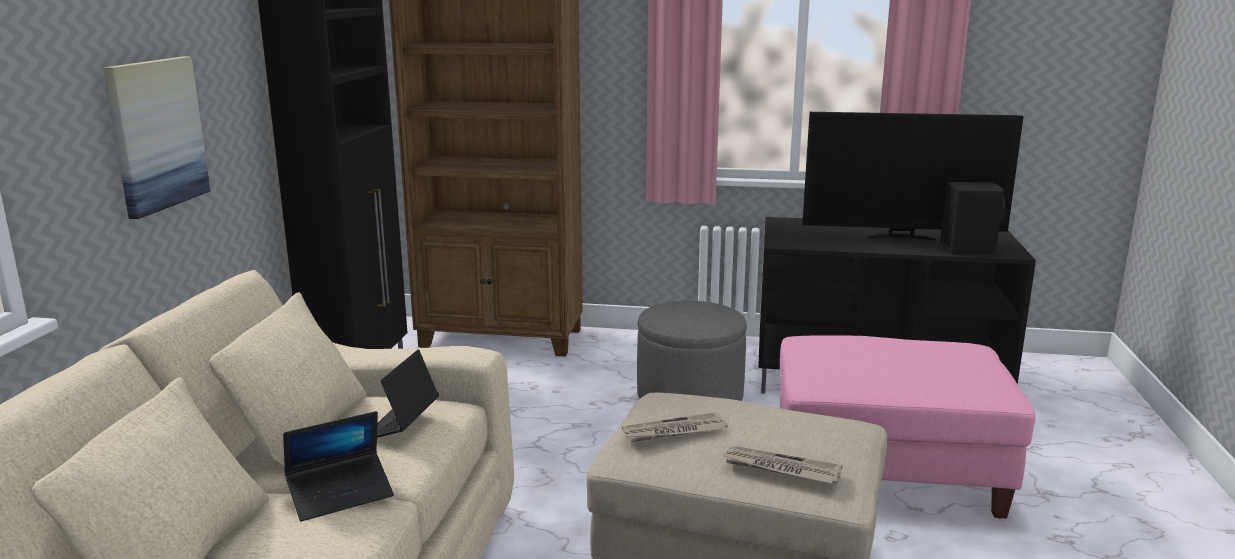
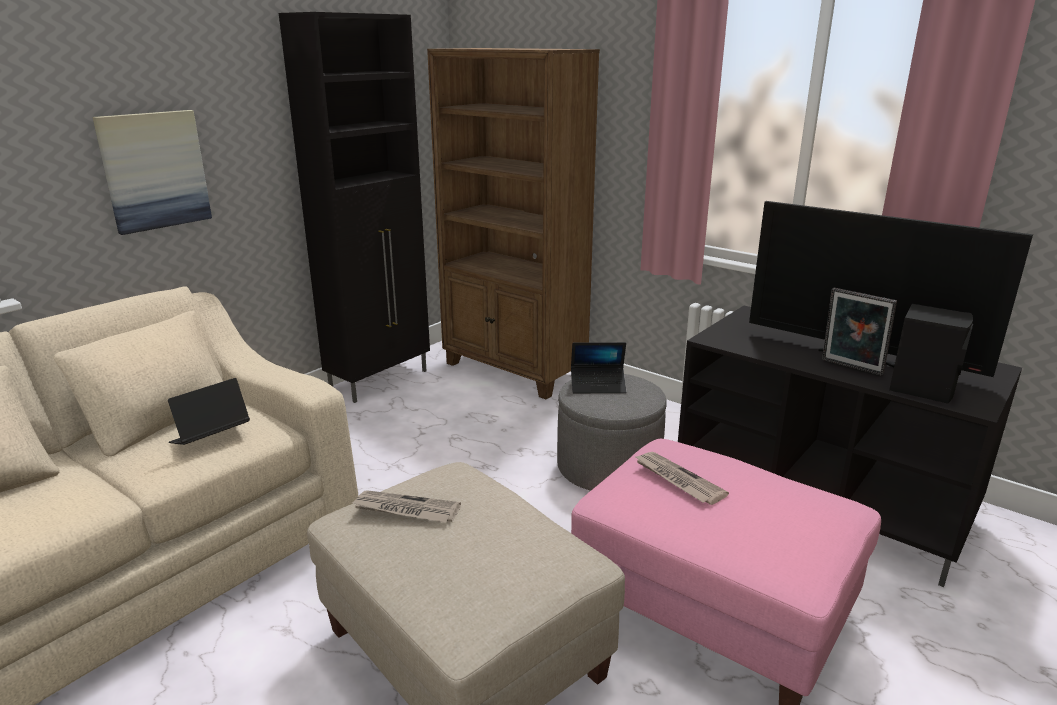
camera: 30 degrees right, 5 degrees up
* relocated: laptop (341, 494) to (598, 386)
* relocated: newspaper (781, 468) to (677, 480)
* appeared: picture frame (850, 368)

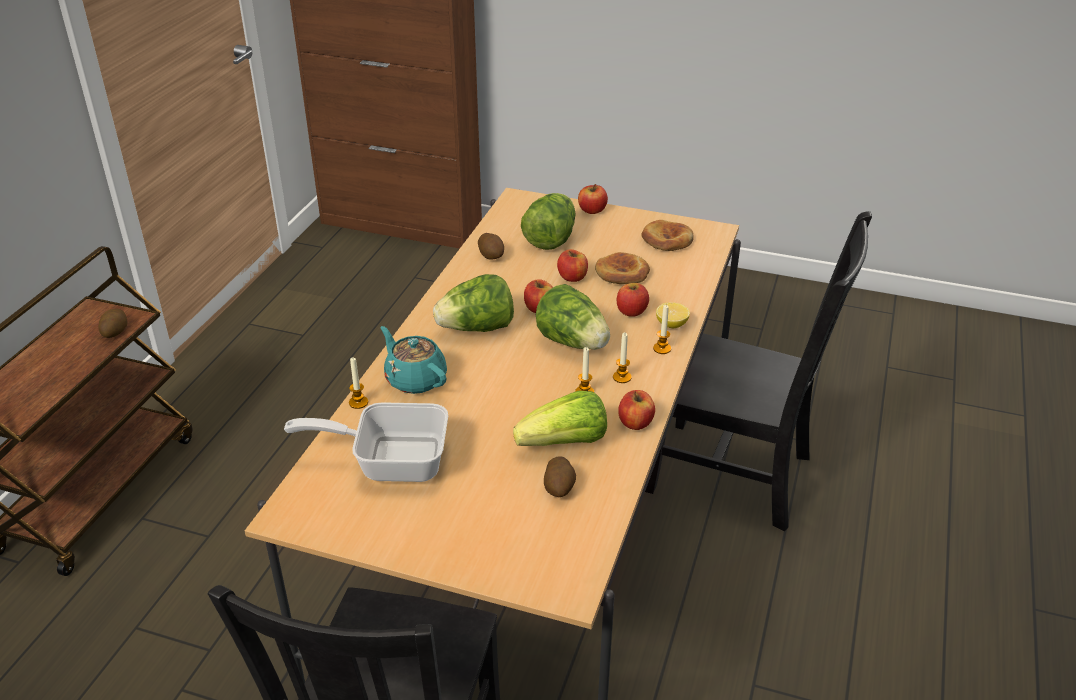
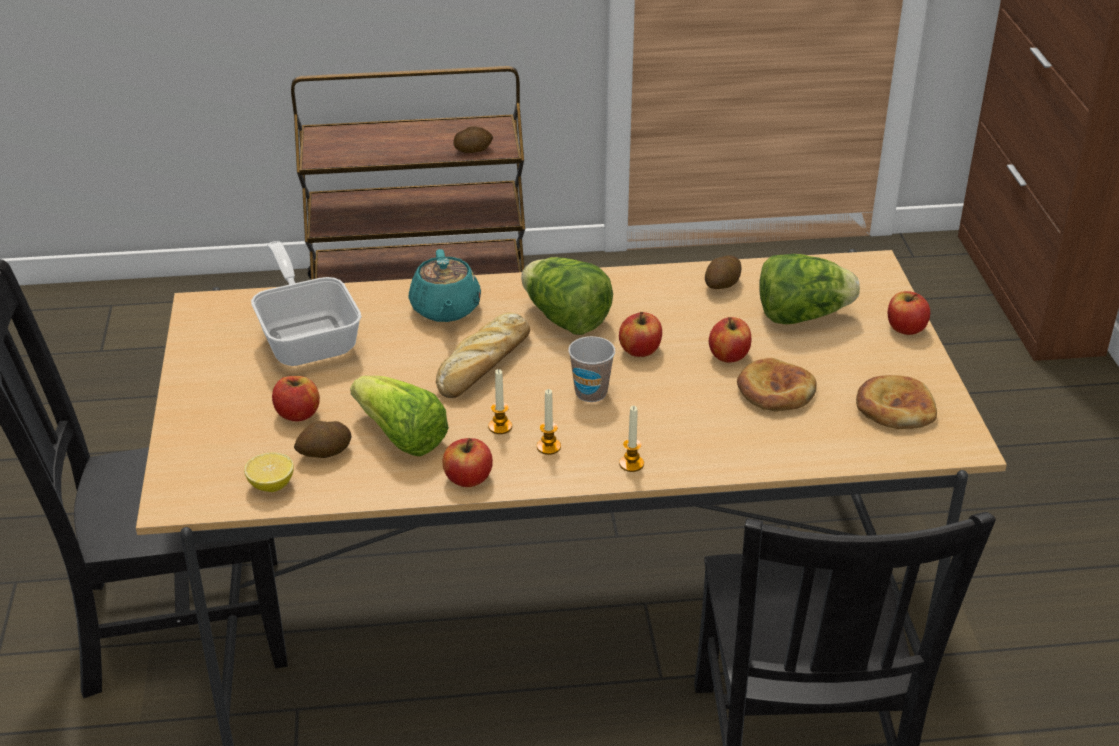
camera: 65 degrees right, 0 degrees up
* relocated: apple (631, 311) to (298, 414)
* exchanged: lettuce (573, 342) to cup (591, 393)
* relocated: lemon (671, 325) to (271, 485)
* spun: turquoise teapot (415, 379) = (445, 309) 150 degrees clockwise
* missing: candle (358, 402)
* appeared: bread (483, 365)

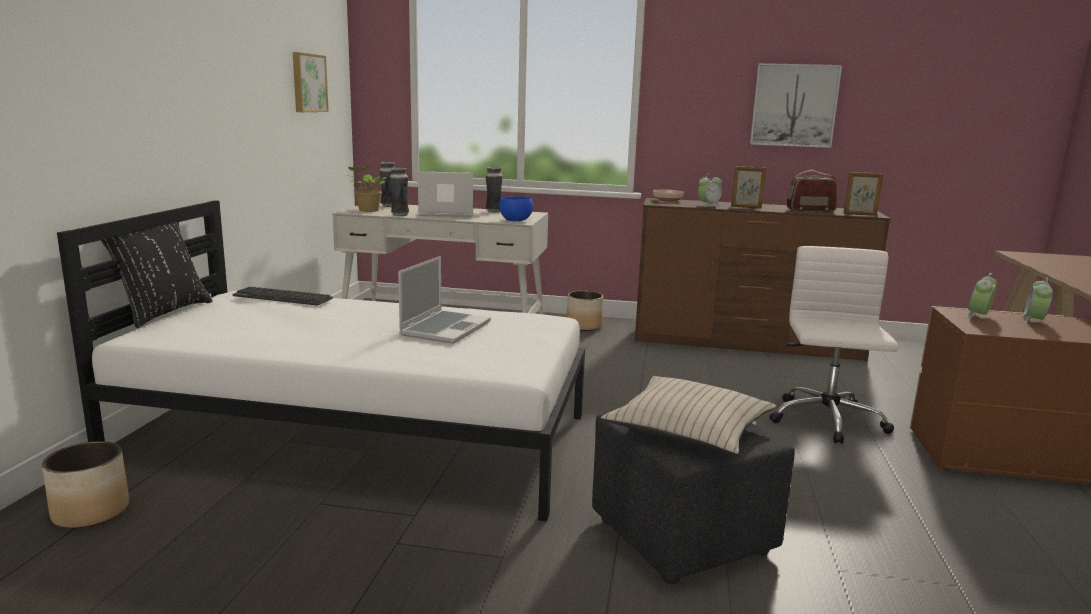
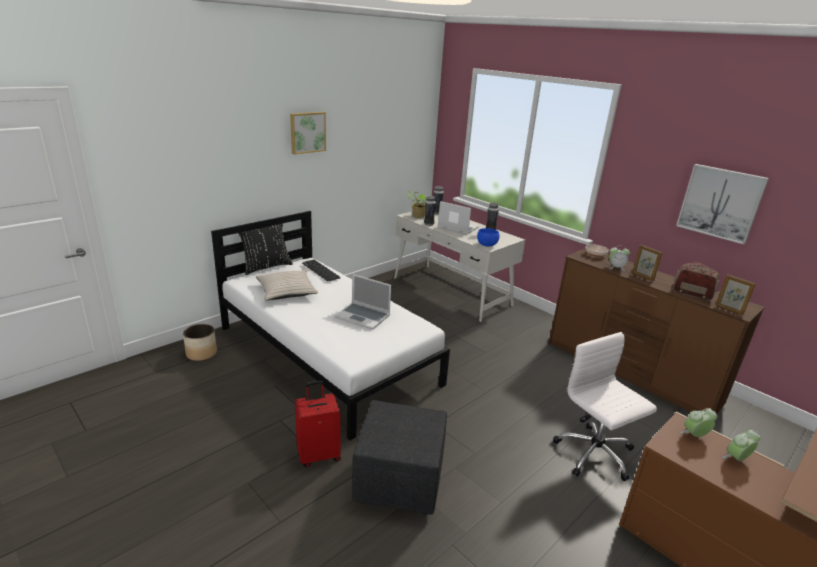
camera: 35 degrees right, 10 degrees up
* relocated: picture (308, 83) to (307, 132)
* spun: white office chair (827, 421) = (595, 455) 75 degrees counterclockwise
* spun: laptop (445, 328) = (363, 317) 60 degrees clockwise
* missing: planter (584, 326)
* relocated: beige pillow (688, 430) to (286, 291)
* appeared: red suitcase (319, 455)

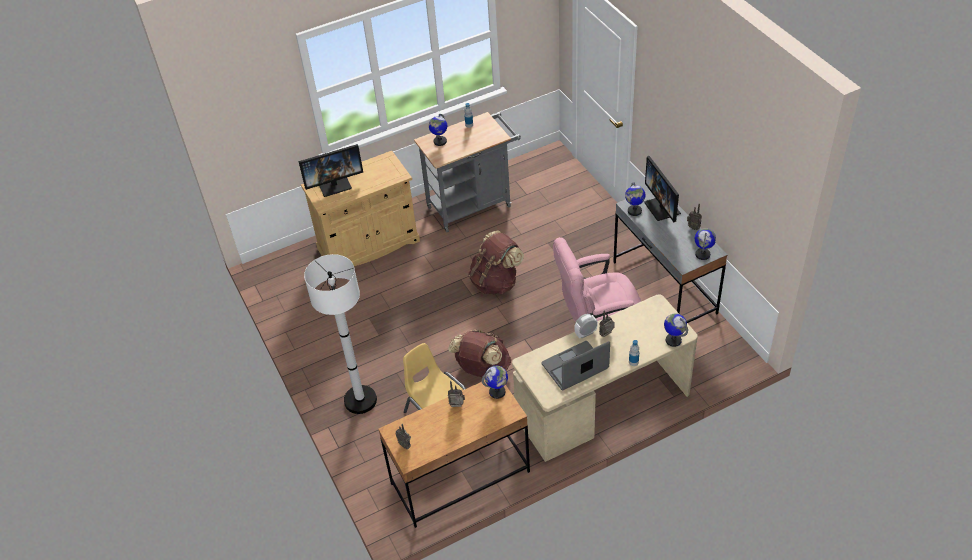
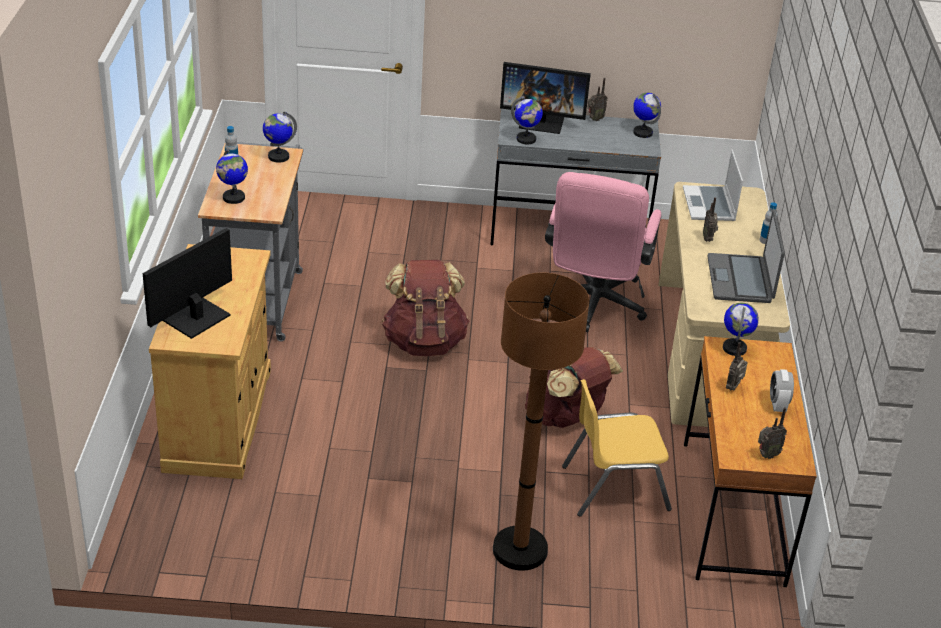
camera: 65 degrees left, 10 degrees down
* spun: monitor (335, 185) = (195, 318) 150 degrees counterclockwise
* colour: white floor lamp (360, 400) to brown floor lamp (520, 550)
* relocated: globe (673, 340) to (278, 156)
* relocated: alarm clock (585, 333) to (777, 404)
* appeared: laptop (710, 205)

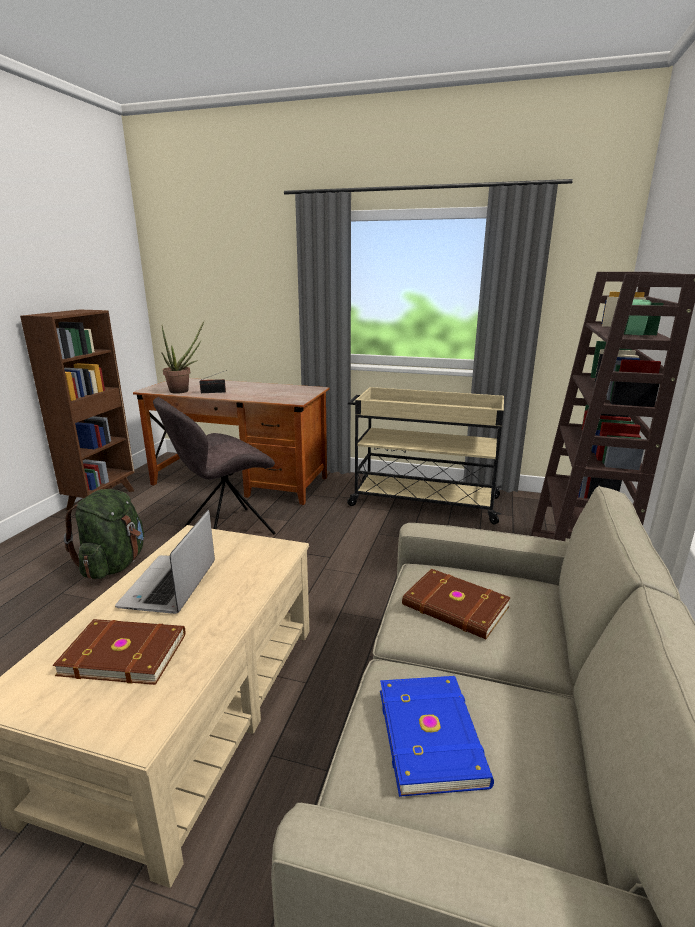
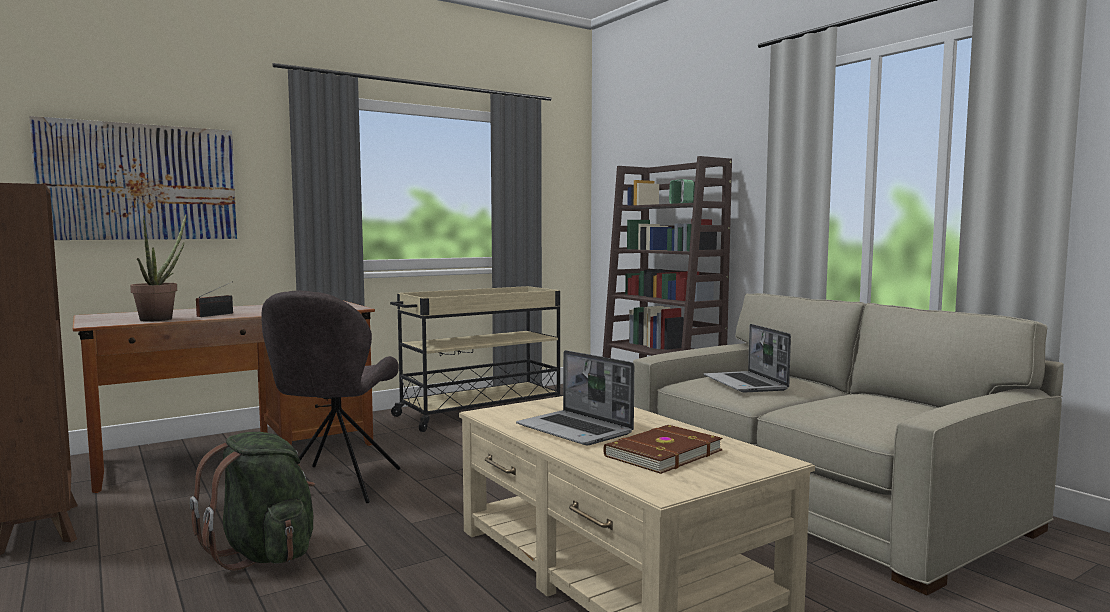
camera: 50 degrees left, 15 degrees down
* exchanged: brown book (455, 607) to laptop (746, 384)
* missing: blue book (432, 734)
* appeared: picture (140, 182)

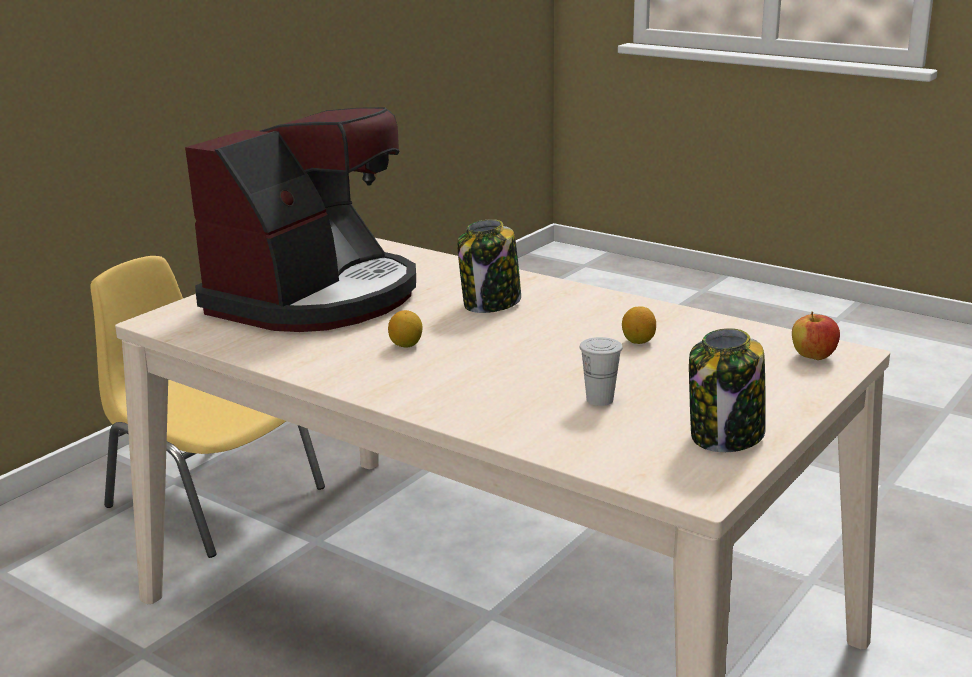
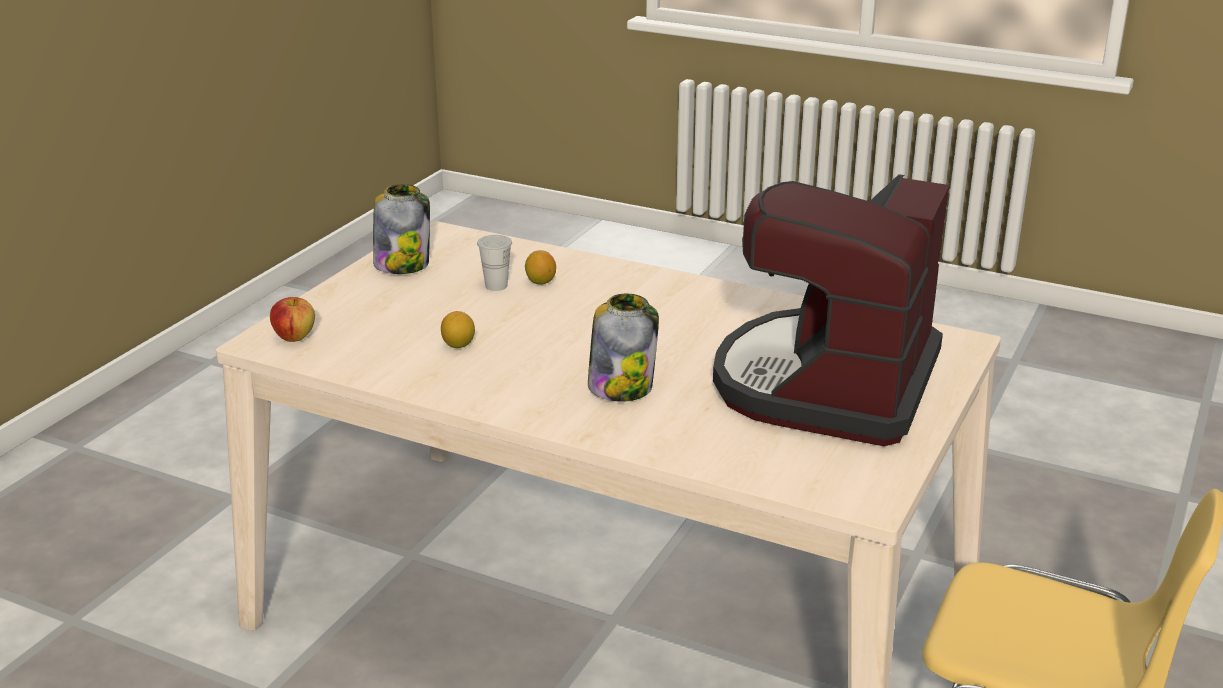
camera: 170 degrees right, 5 degrees up
* relocated: lemon (406, 345) to (540, 282)

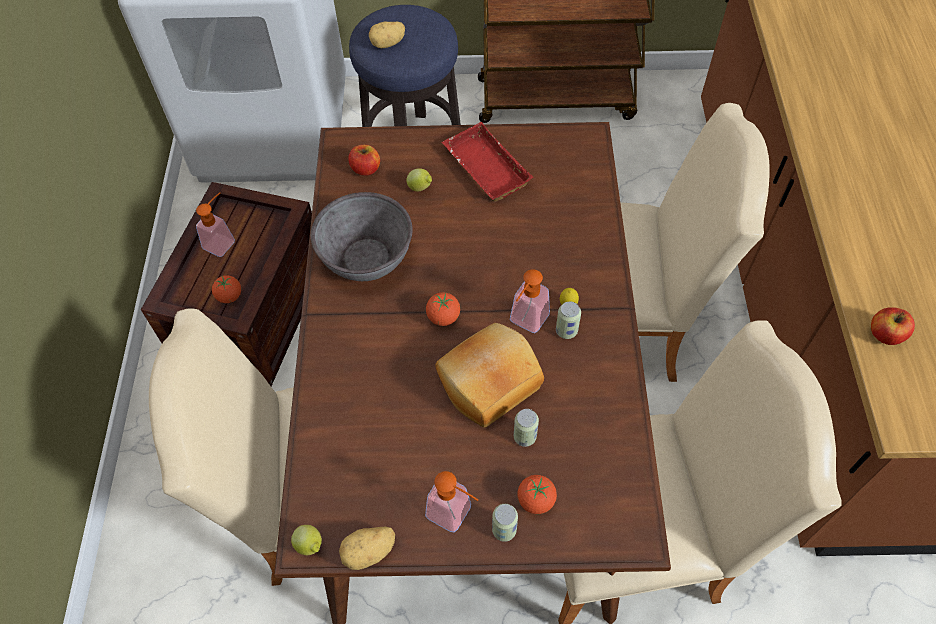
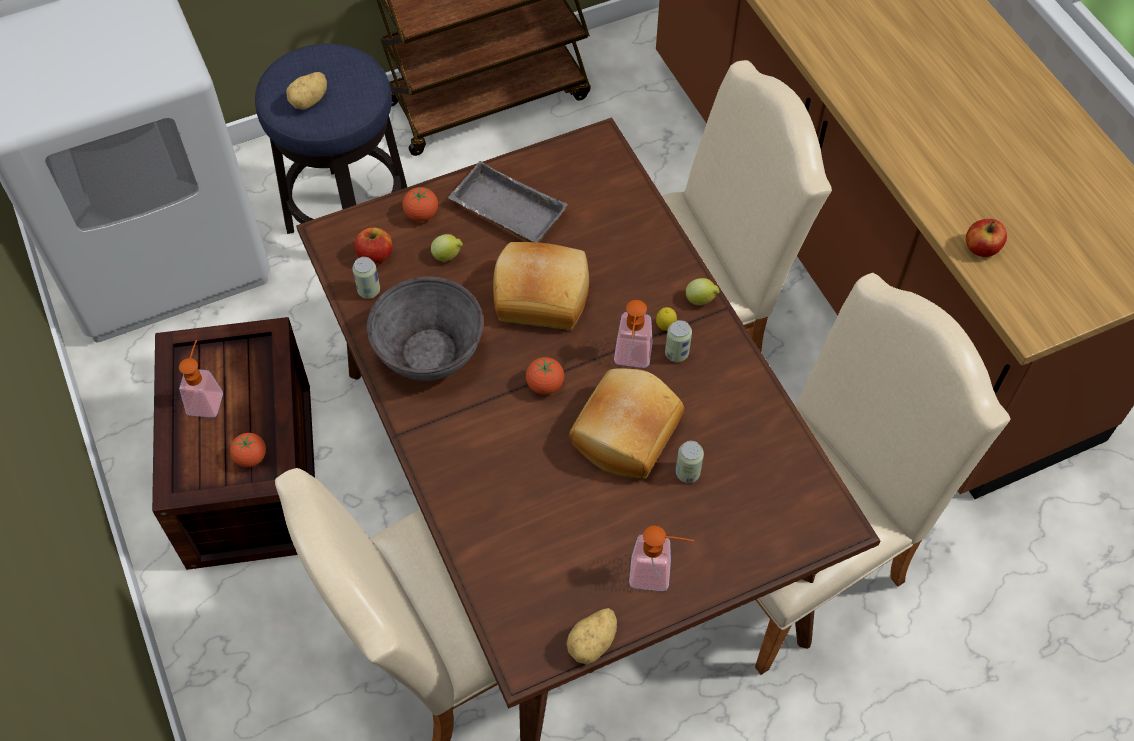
camera: 25 degrees left, 0 degrees up
* colour: red tray (483, 168) to grey tray (505, 211)
* relocated: tomato (536, 500) to (421, 214)
* relocated: can (504, 530) to (369, 290)
* relocated: lemon (310, 546) to (701, 300)
* appeared: bread (542, 294)

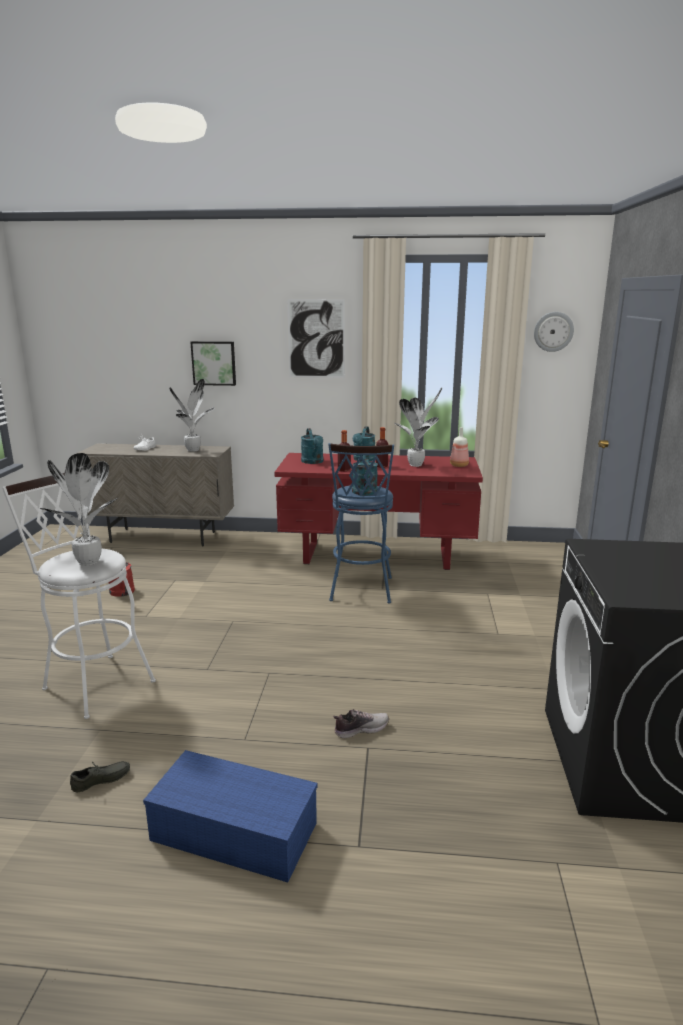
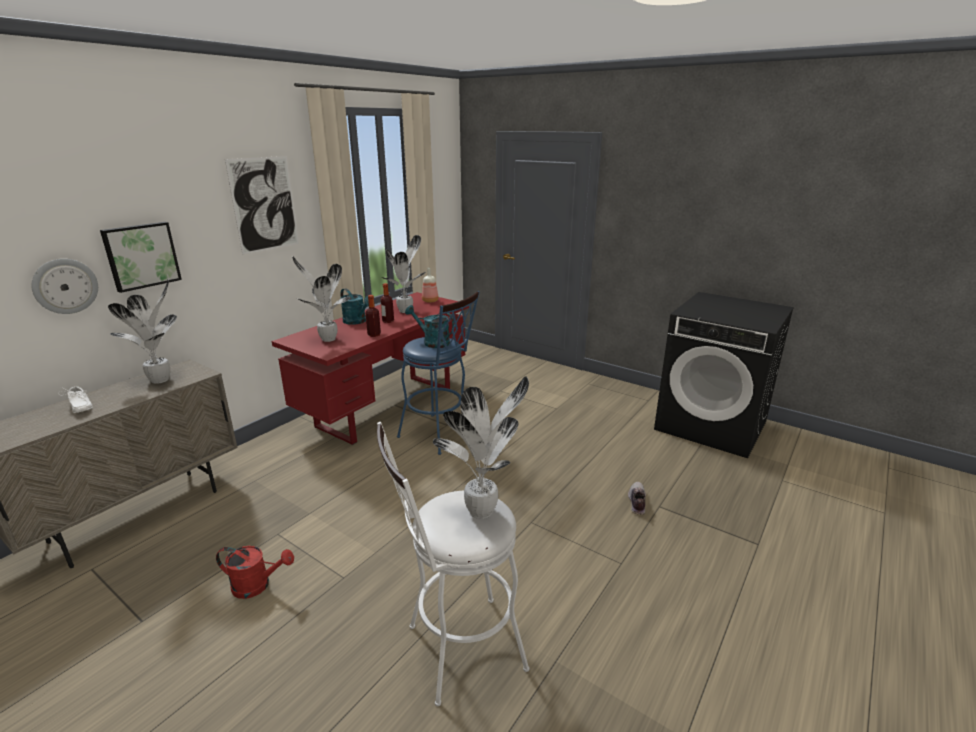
camera: 60 degrees left, 5 degrees up
* relocated: wall clock (553, 331) to (65, 286)
* exchanged: turquoise watering can (313, 462) to potted plant (327, 339)
* missing: blue storage box (231, 832)
* missing: grey shoe (101, 781)

